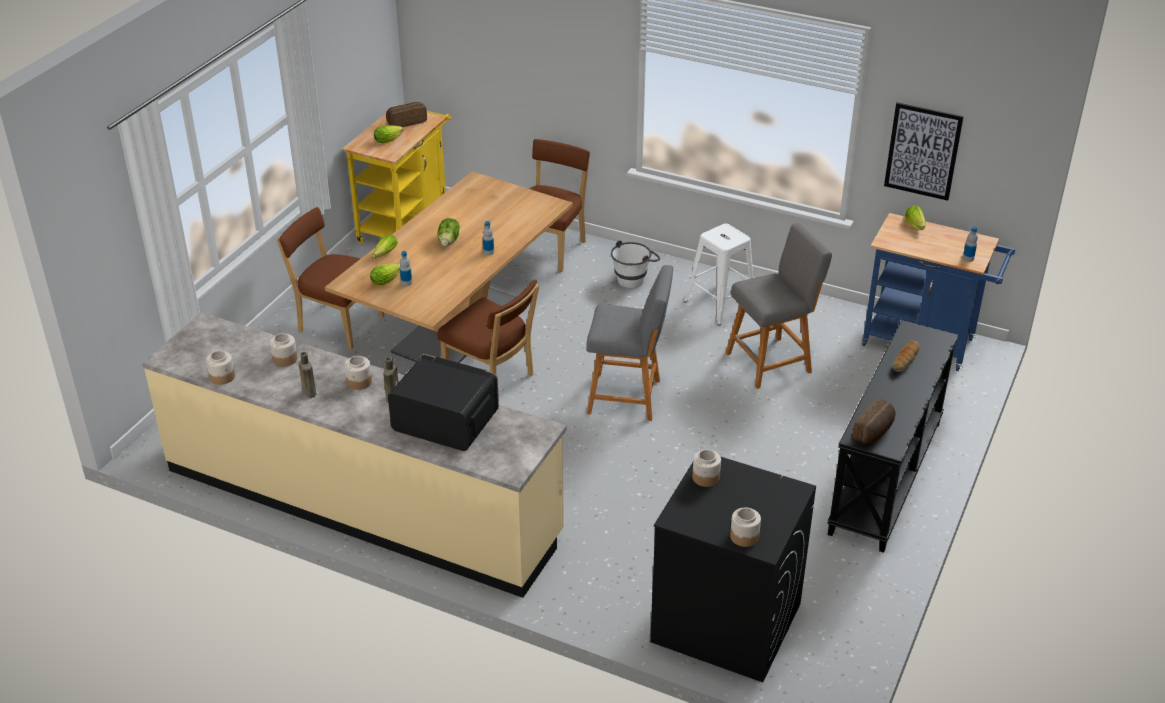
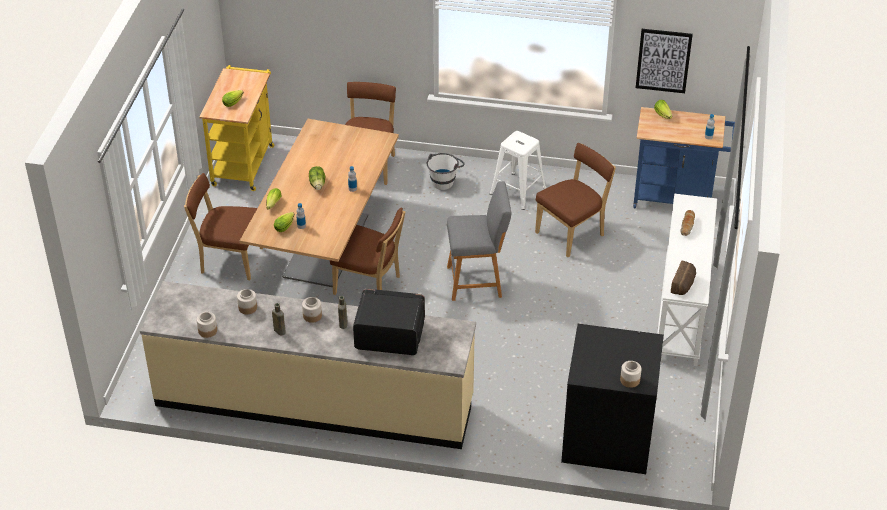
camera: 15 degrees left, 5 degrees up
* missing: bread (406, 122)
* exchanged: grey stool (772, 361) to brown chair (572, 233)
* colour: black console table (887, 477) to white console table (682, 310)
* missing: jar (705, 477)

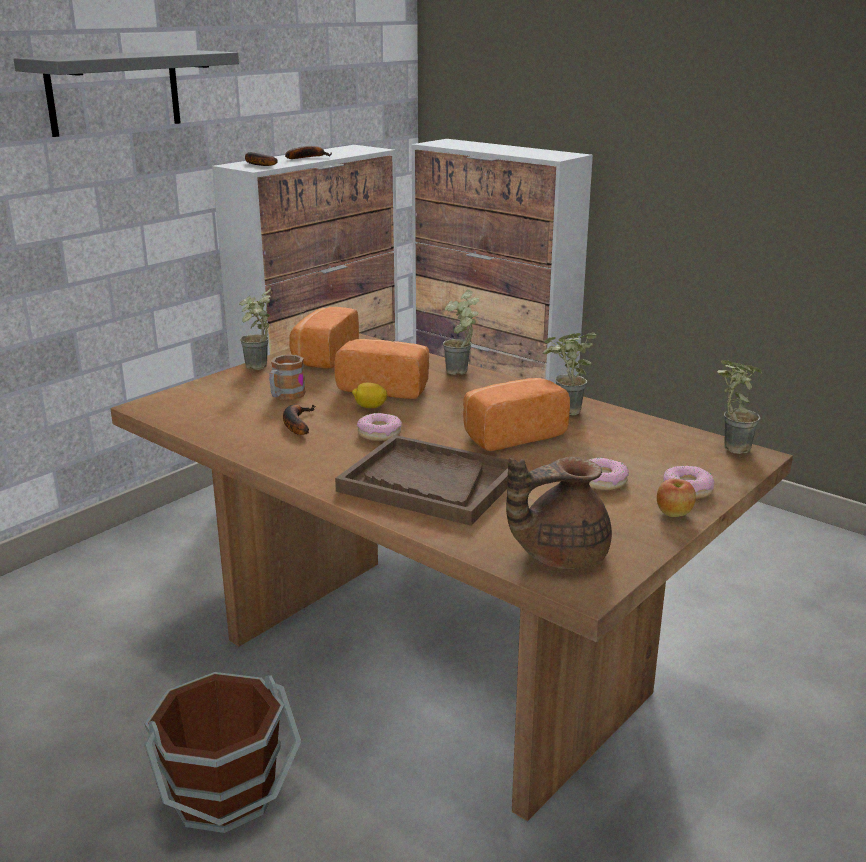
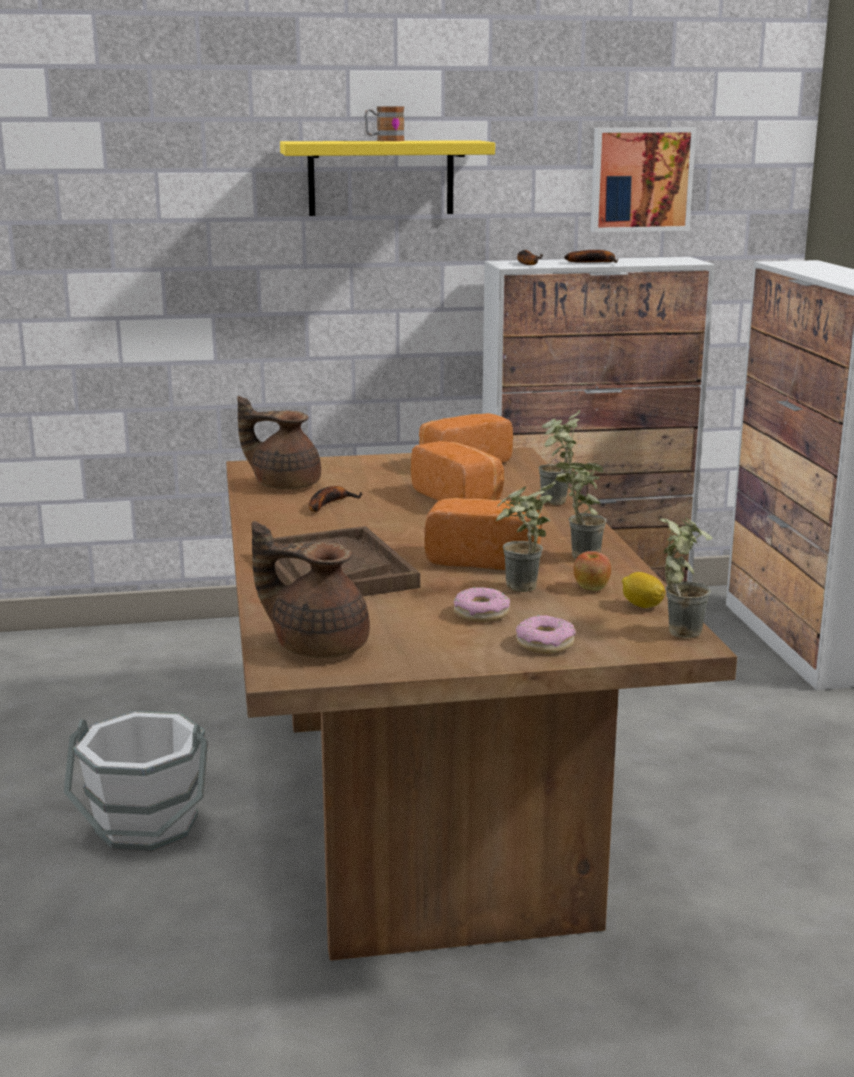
camera: 40 degrees right, 5 degrees down
* colour: grey shelf (114, 92) to yellow shelf (381, 178)
* relocated: potted plant (258, 369) to (520, 590)
* relocated: mug (285, 396) to (384, 140)
* relocated: lemon (370, 407) to (642, 606)
* missing: donut (379, 433)
* relocated: apple (674, 514) to (591, 588)
* colour: brown bucket (225, 794) to white bucket (146, 825)
* appeared: picture (640, 179)
* appeared: brown teapot (284, 485)

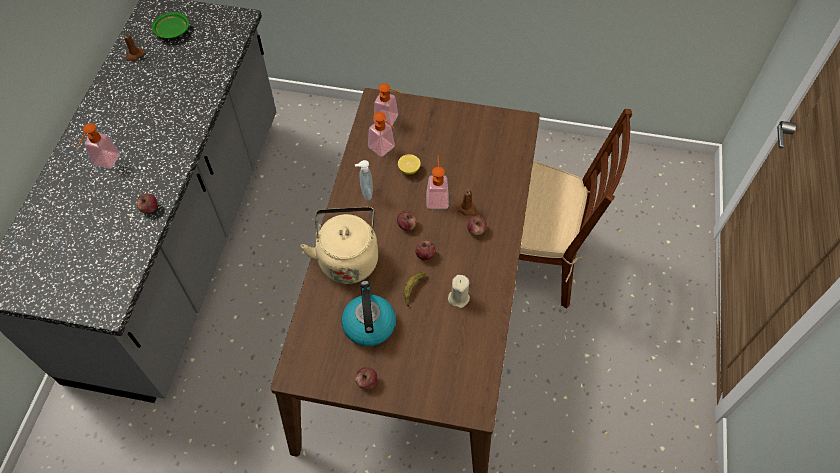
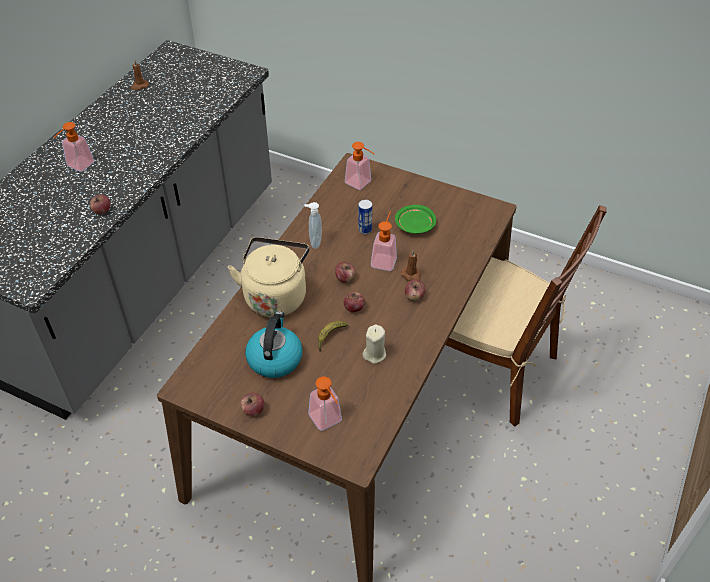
camera: 15 degrees right, 10 degrees down
* relocated: green plate (172, 31) to (415, 225)
* relocated: soap dispenser (384, 149) to (328, 422)
* exchanged: lemon (409, 170) to can (365, 230)

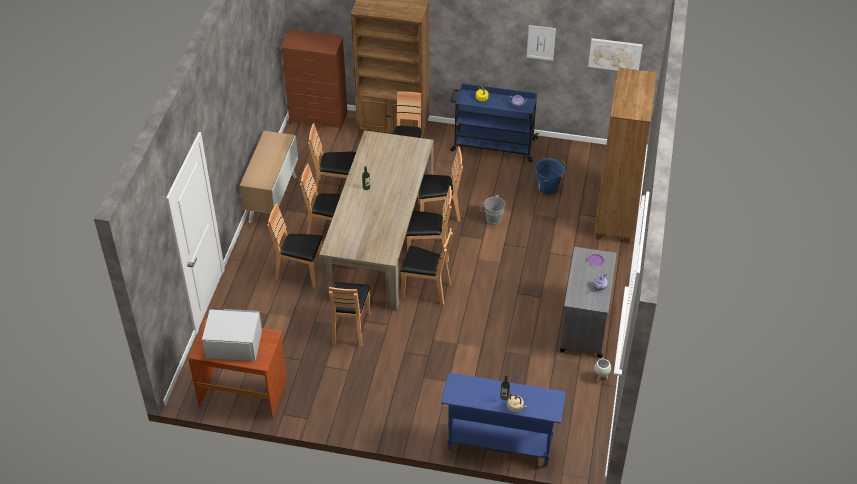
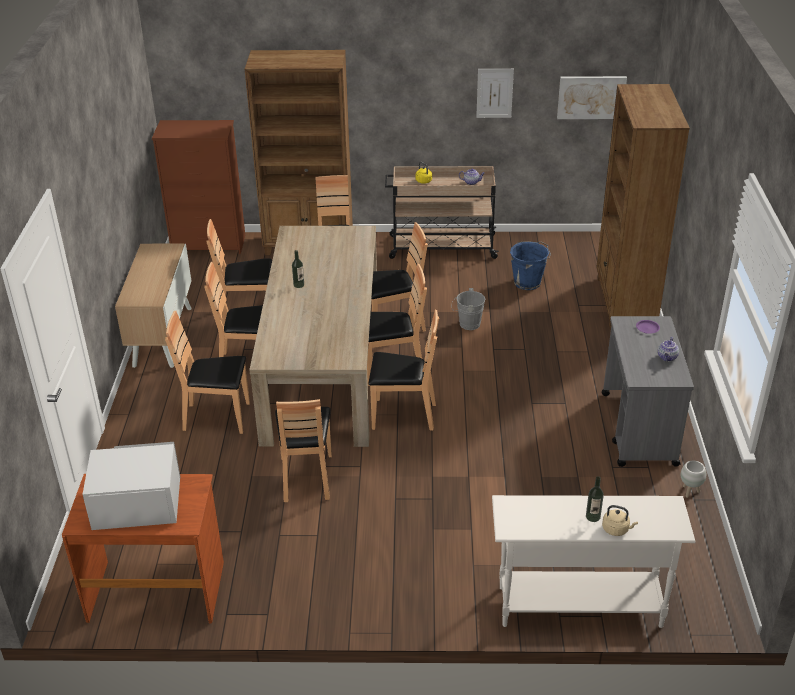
camera: 10 degrees left, 10 degrees down
* colour: blue cart (492, 145) to beige cart (441, 247)
* colour: blue console table (499, 444) to white console table (579, 606)

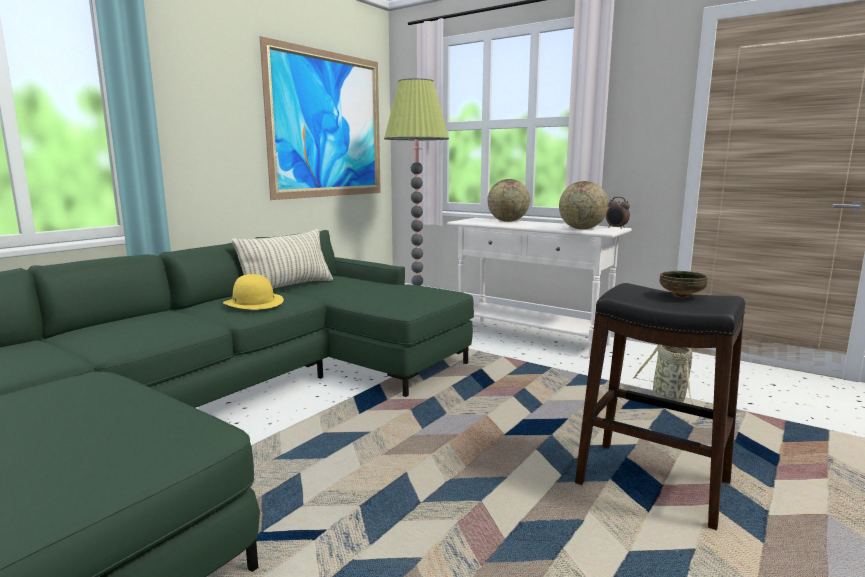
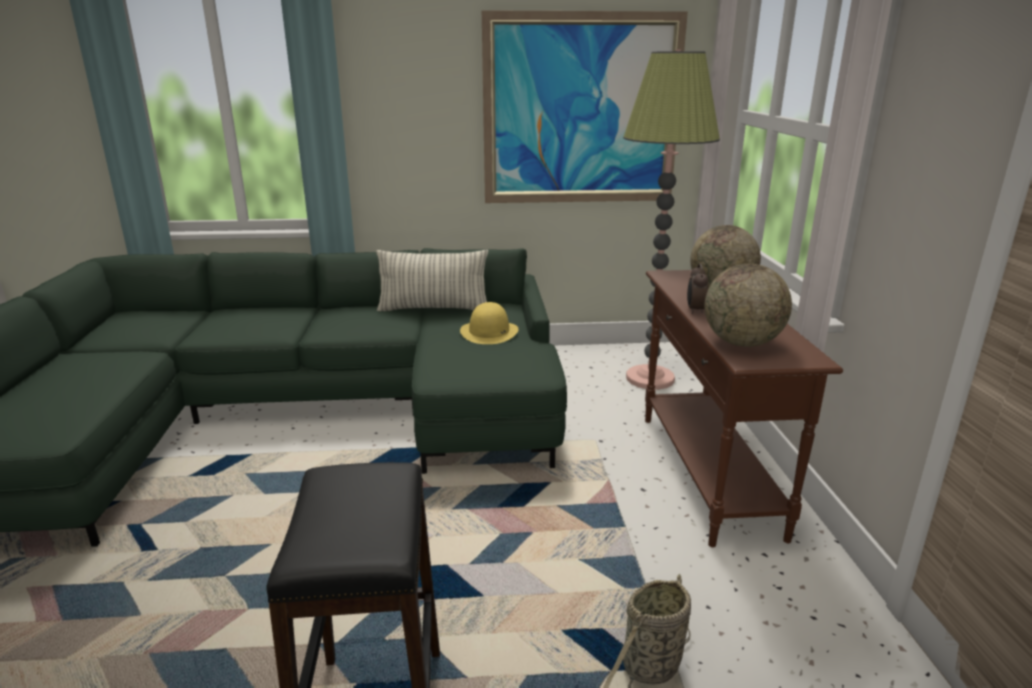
camera: 50 degrees right, 10 degrees up
* relocated: alarm clock (616, 228) to (694, 310)
* colour: white console table (531, 338) to brown console table (707, 473)
* missing: bowl (681, 296)
* relocated: yellow hat (254, 302) to (489, 332)

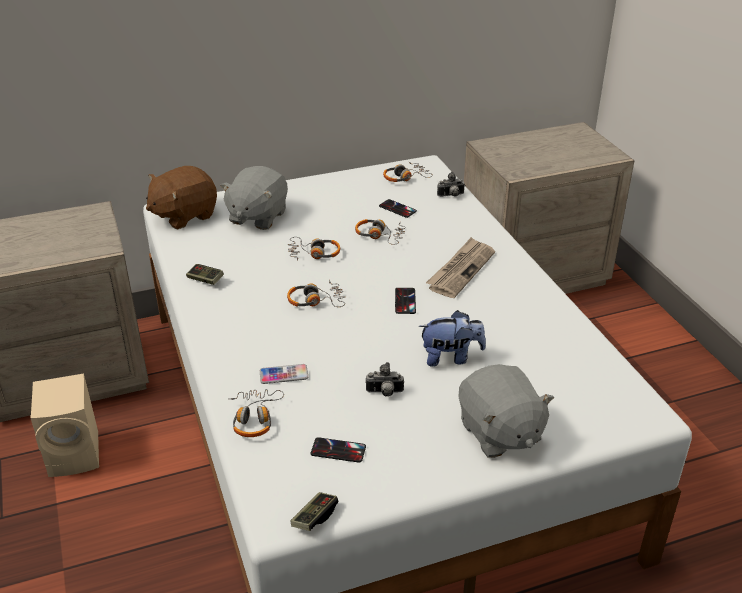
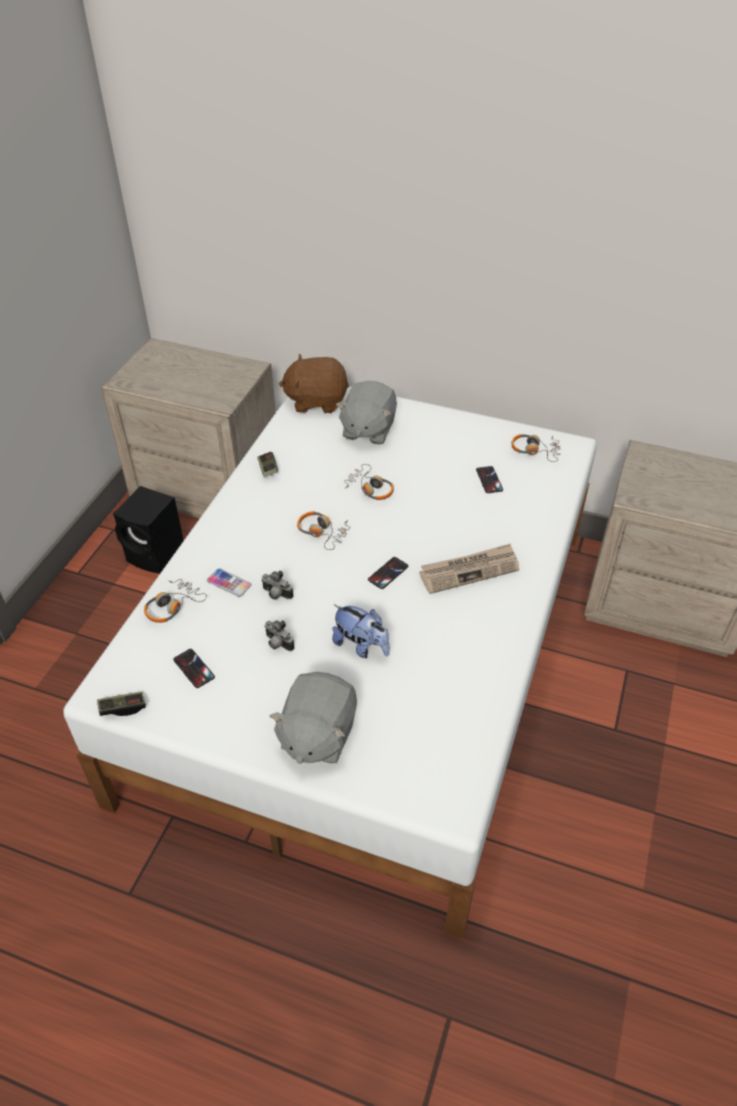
camera: 40 degrees right, 10 degrees up
* spun: grey plush toy (257, 217) = (367, 430) 45 degrees counterclockwise
* relocated: photo camera (451, 196) to (276, 595)
* missing: headphones (380, 236)
* colour: beige speaker (76, 454) to black speaker (157, 554)

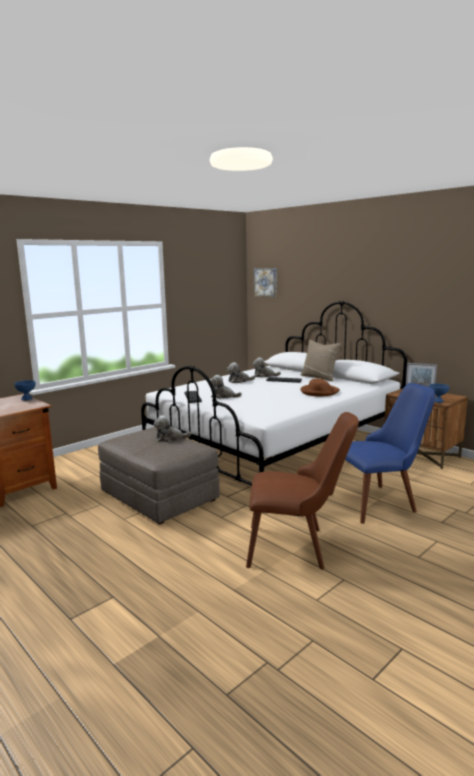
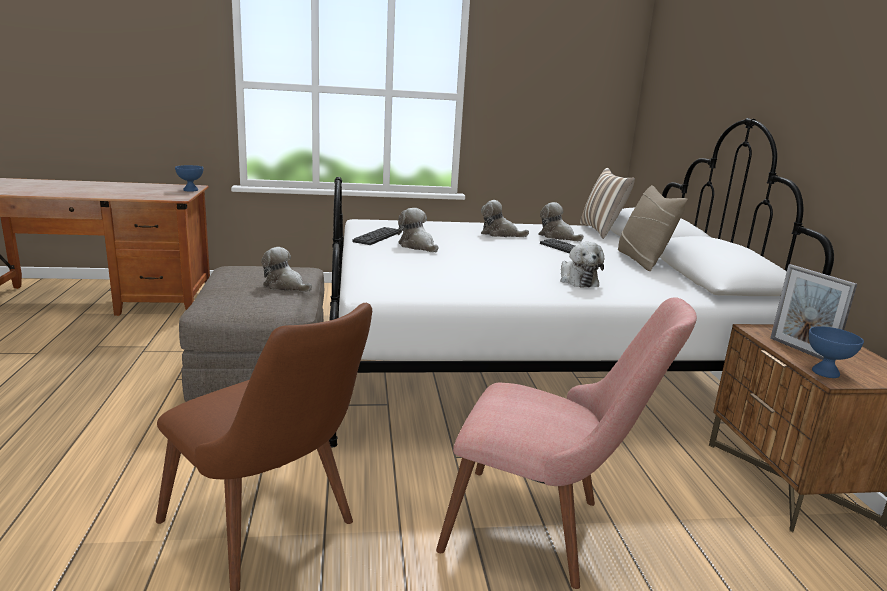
camera: 35 degrees right, 5 degrees up
* missing: picture (266, 282)
* exchanged: brown hat (319, 392) to plush toy (577, 280)
* colour: blue chair (381, 501) to pink chair (544, 529)
* appeared: pillow (602, 231)

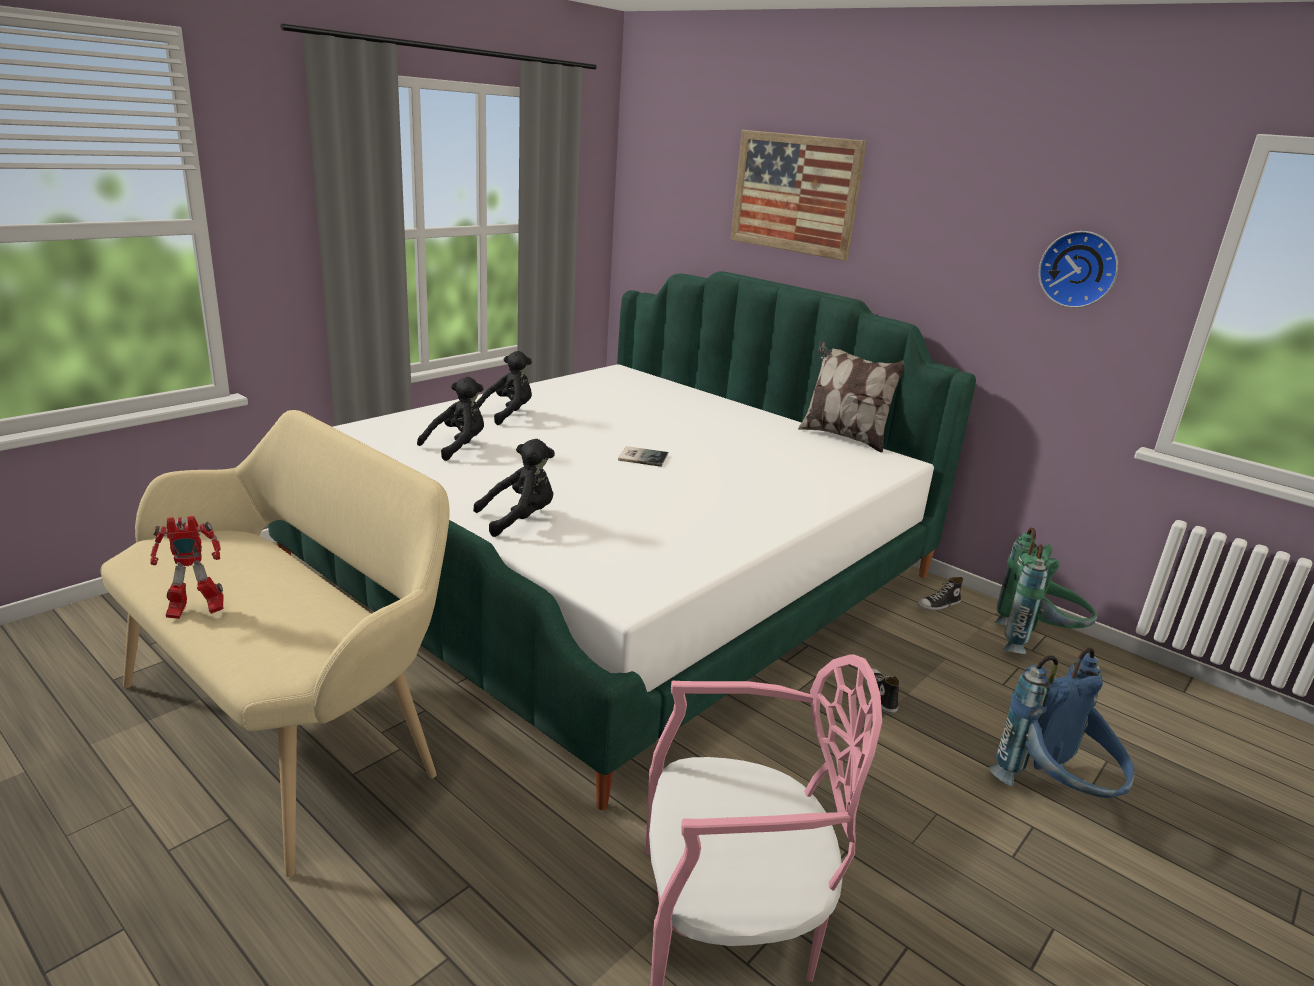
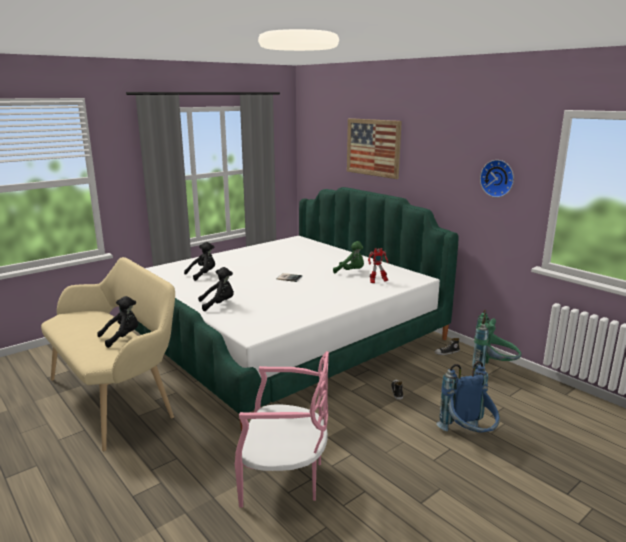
camera: 10 degrees right, 5 degrees down
* missing: pillow (843, 436)
* relocated: black plush toy (508, 414) to (122, 337)
* relocated: toy robot (195, 612) to (377, 282)
* appeared: green plush toy (351, 272)

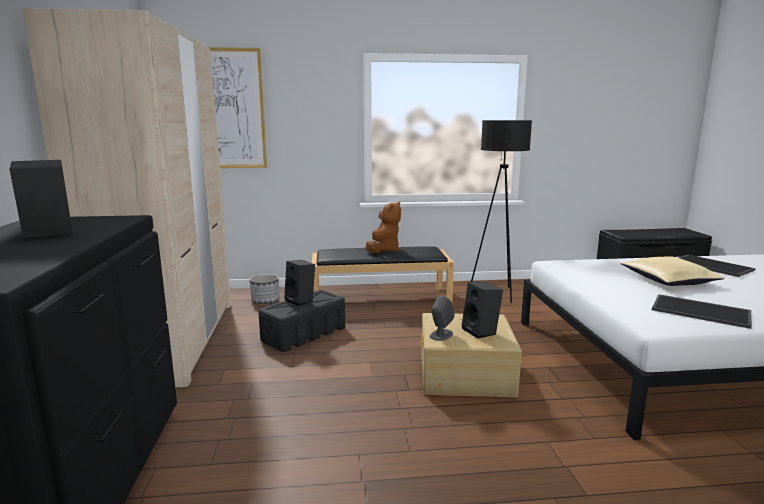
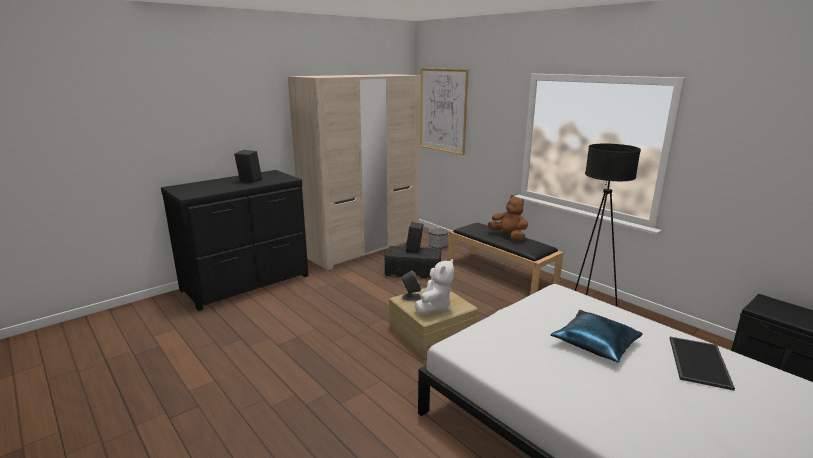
camera: 55 degrees right, 5 degrees up
* spun: brown plush toy (383, 250) = (508, 236) 120 degrees counterclockwise
* colour: beige pillow (669, 280) to blue pillow (595, 343)
* exchanged: black speaker (481, 331) to white plush toy (434, 307)
* missing: tray (701, 311)

